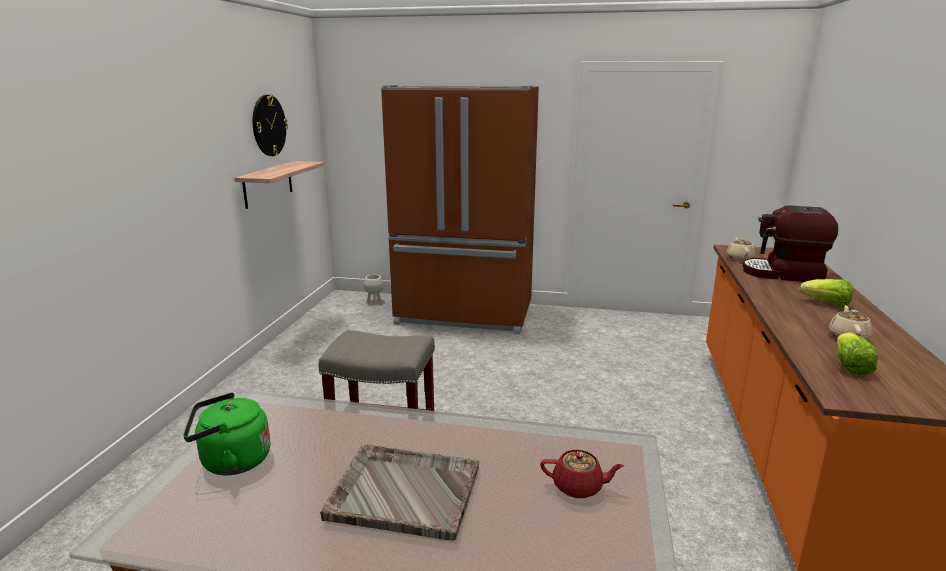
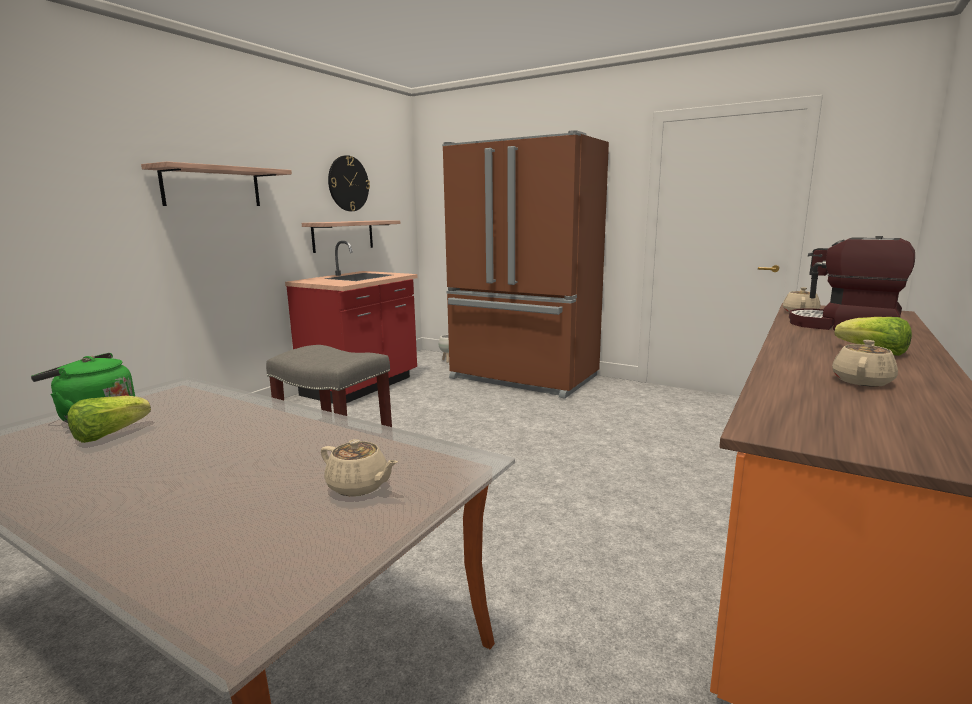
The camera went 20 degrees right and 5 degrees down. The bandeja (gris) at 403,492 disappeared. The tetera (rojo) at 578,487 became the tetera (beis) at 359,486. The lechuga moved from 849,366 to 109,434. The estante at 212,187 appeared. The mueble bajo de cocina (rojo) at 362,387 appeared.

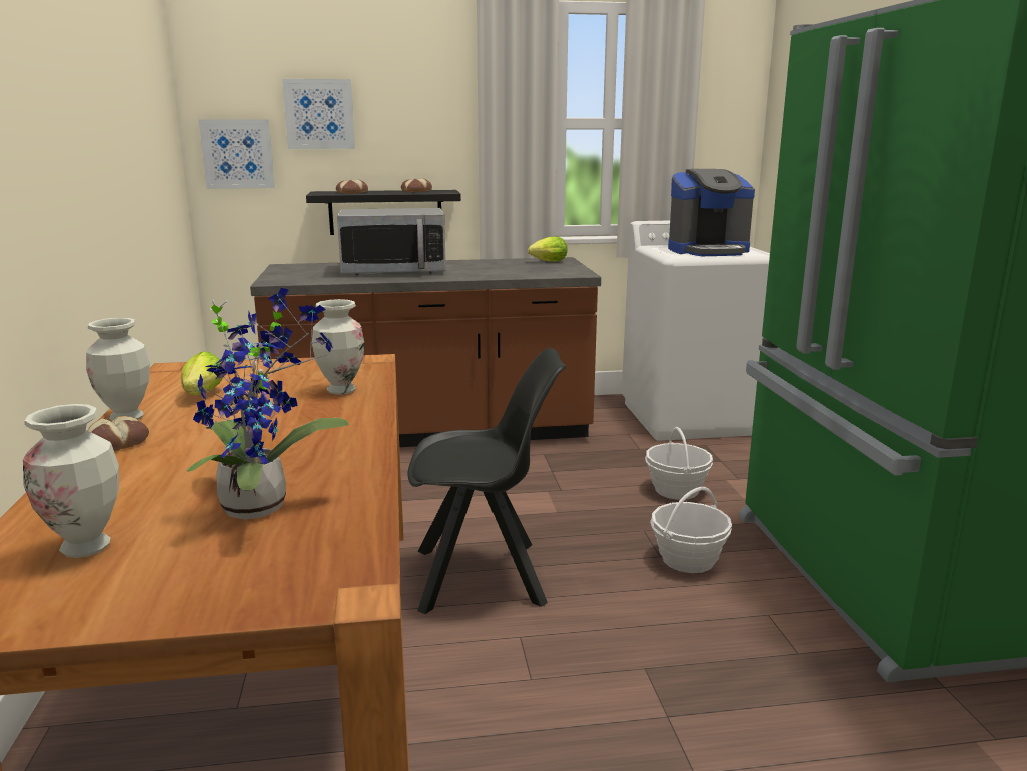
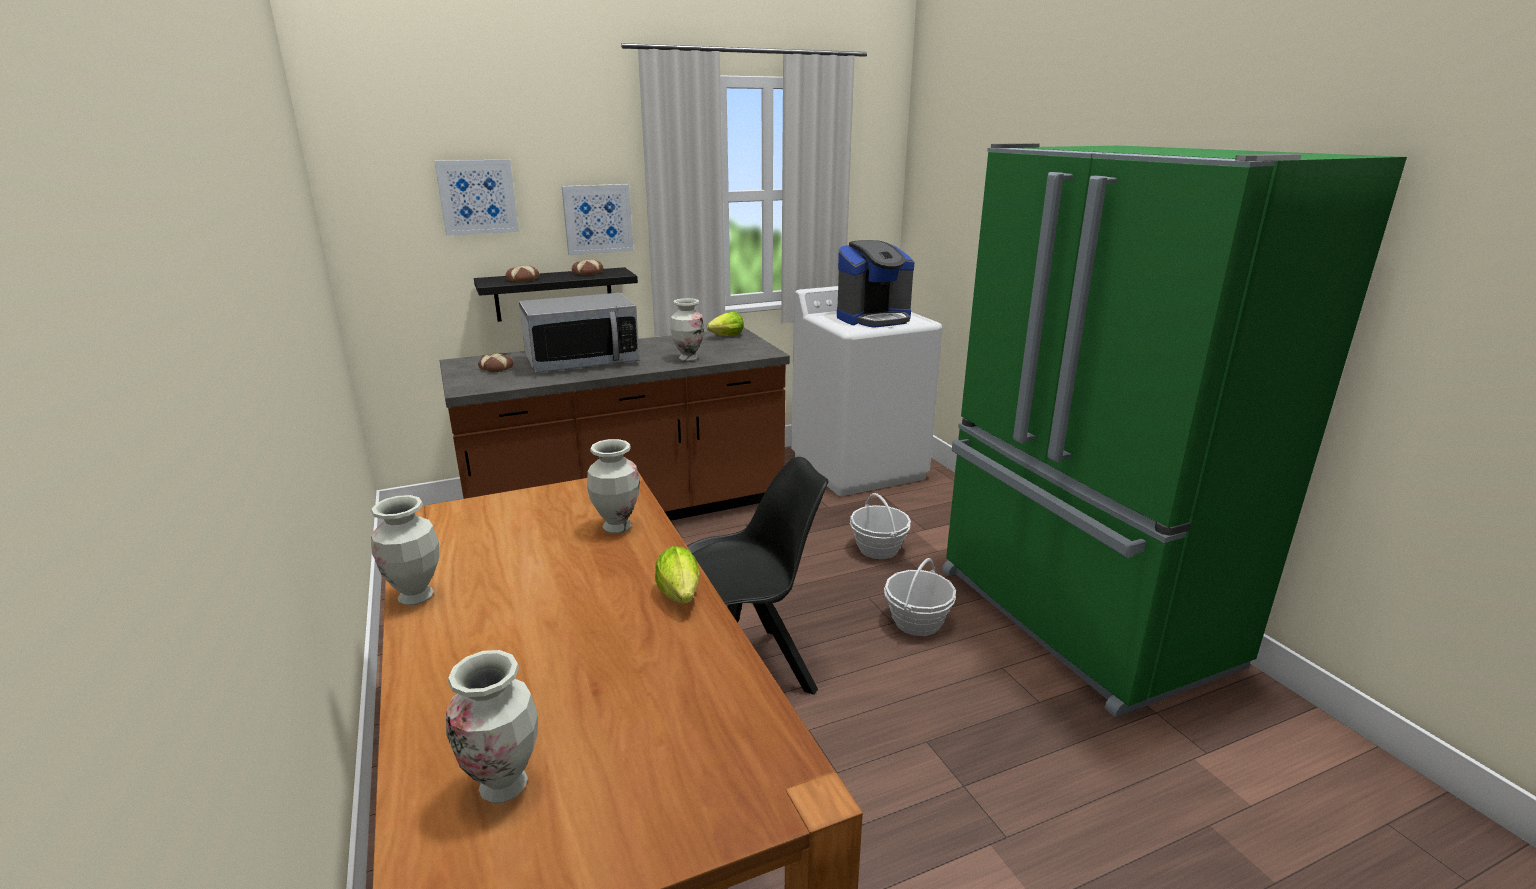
The camera went 15 degrees left and 5 degrees up. The pan moved from 119,442 to 496,368. The lechuga moved from 202,395 to 680,597. The planta en maceta at 262,504 disappeared. The cuadro moved from 237,154 to 597,219. The florero at 688,359 appeared.

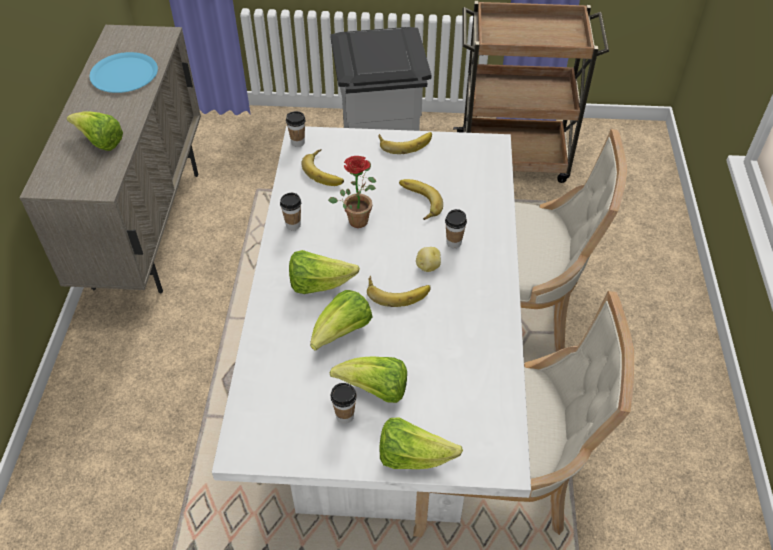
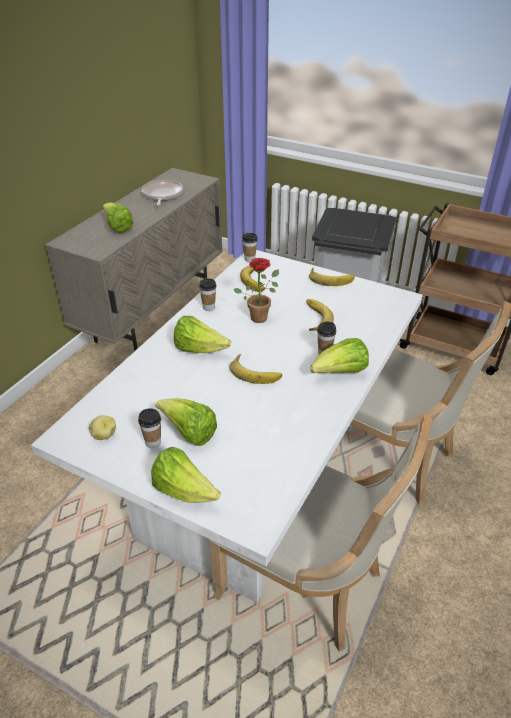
The camera went 25 degrees right and 10 degrees down. The plato (azul) at 124,74 was replaced by the sartén at 162,195. The lechuga moved from 342,333 to 340,373. The patata moved from 427,266 to 103,435.

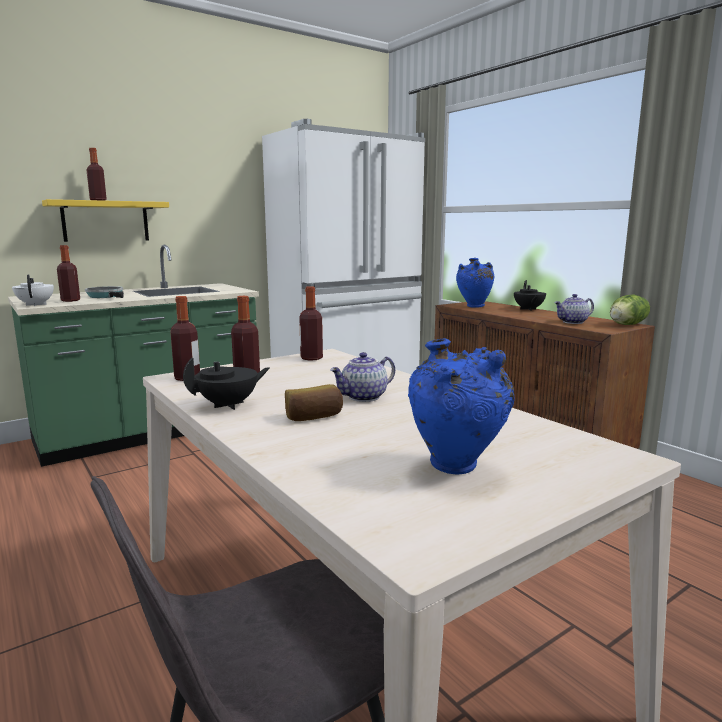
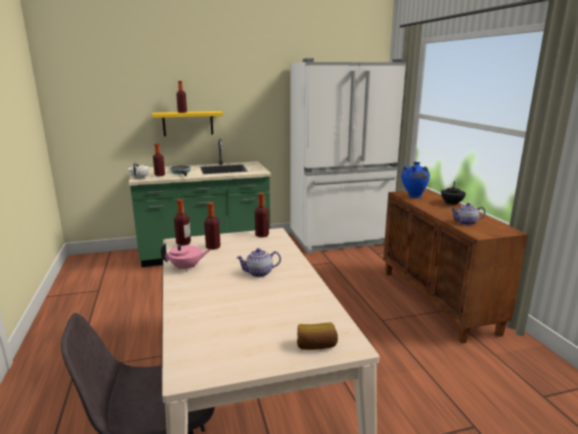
The camera went 20 degrees right and 5 degrees up. The tetera (negro) at 229,405 became the tetera (rosa) at 186,268. The pan moved from 313,417 to 316,346. The florero (azul) at 456,468 disappeared. The lechuga at 627,325 disappeared.

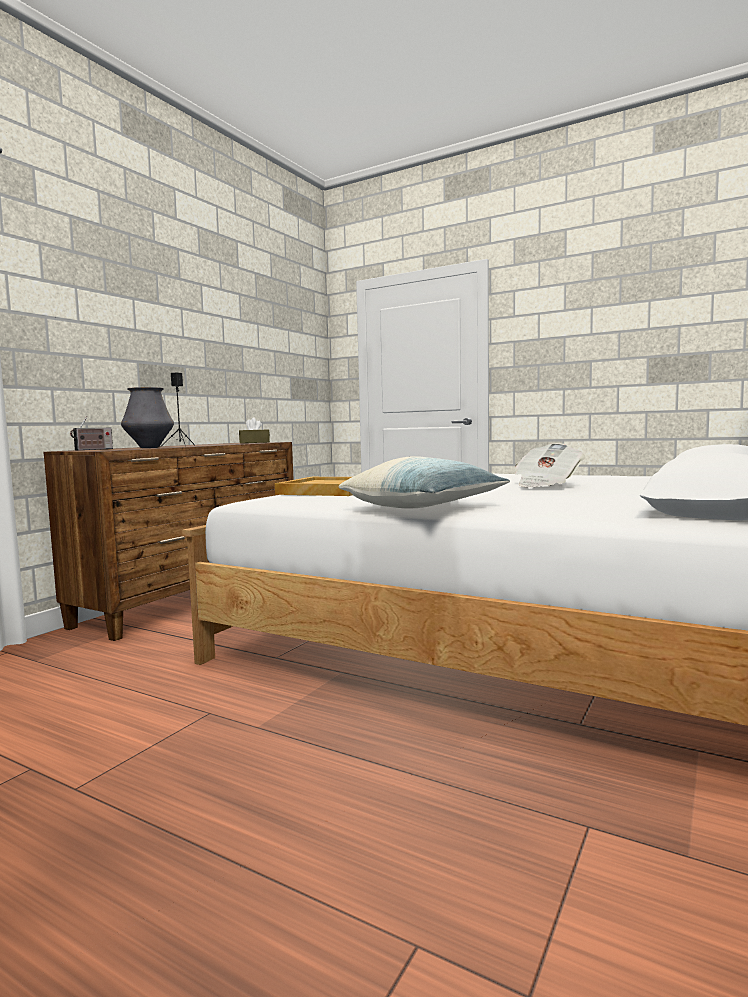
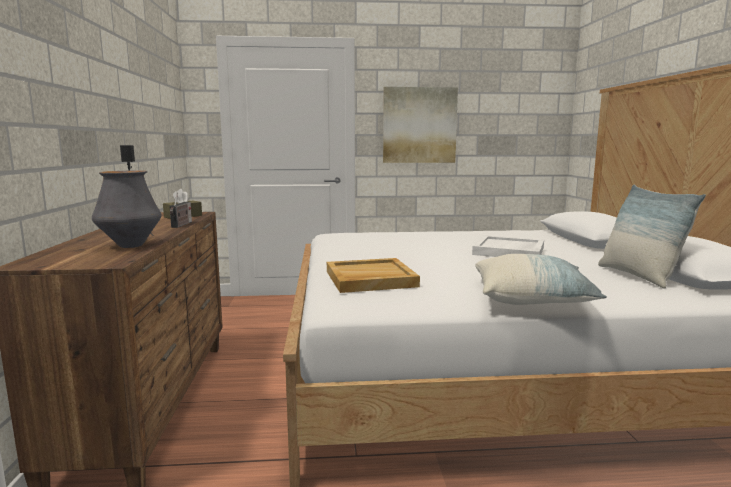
The camera went 35 degrees left and 5 degrees up. The radio moved from 92,449 to 181,225. The periódico at 546,484 was replaced by the bandeja (blanco) at 509,251. The cuadro at 419,125 appeared. The cojín at 638,276 appeared.

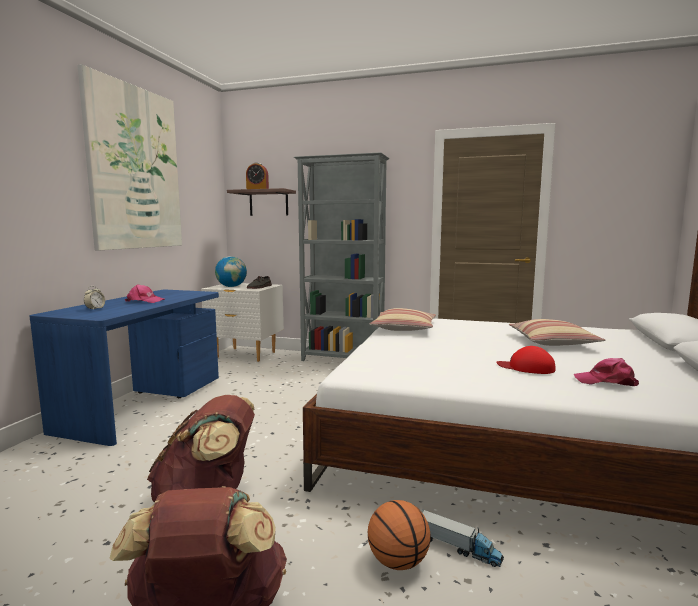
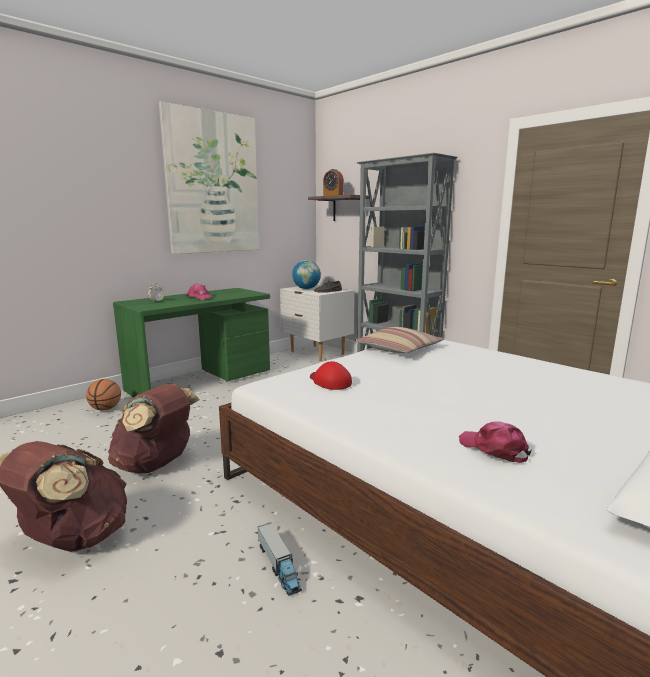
The camera went 30 degrees right and 5 degrees up. The escritorio (azul) at 145,404 became the escritorio (verde) at 201,381. The balón de baloncesto moved from 398,561 to 105,409. The gorra (rojo) moved from 526,367 to 329,381. The cojín at 552,342 disappeared.

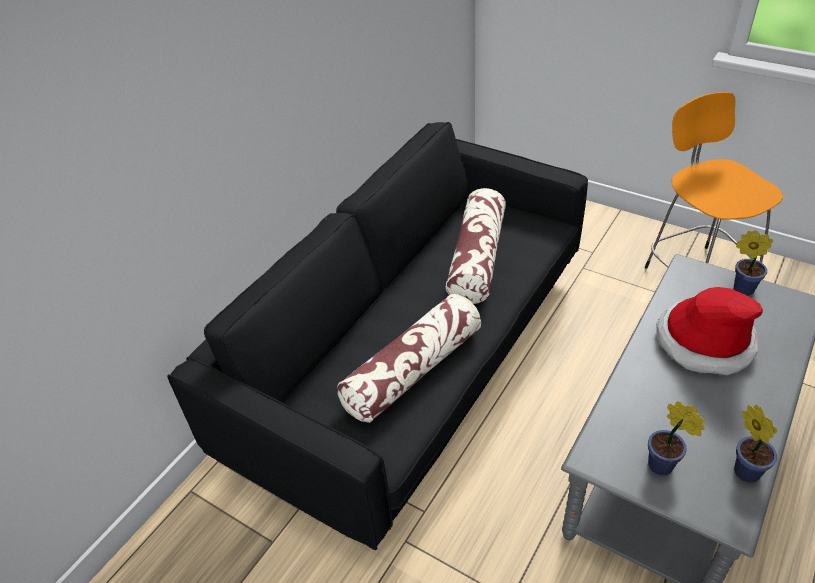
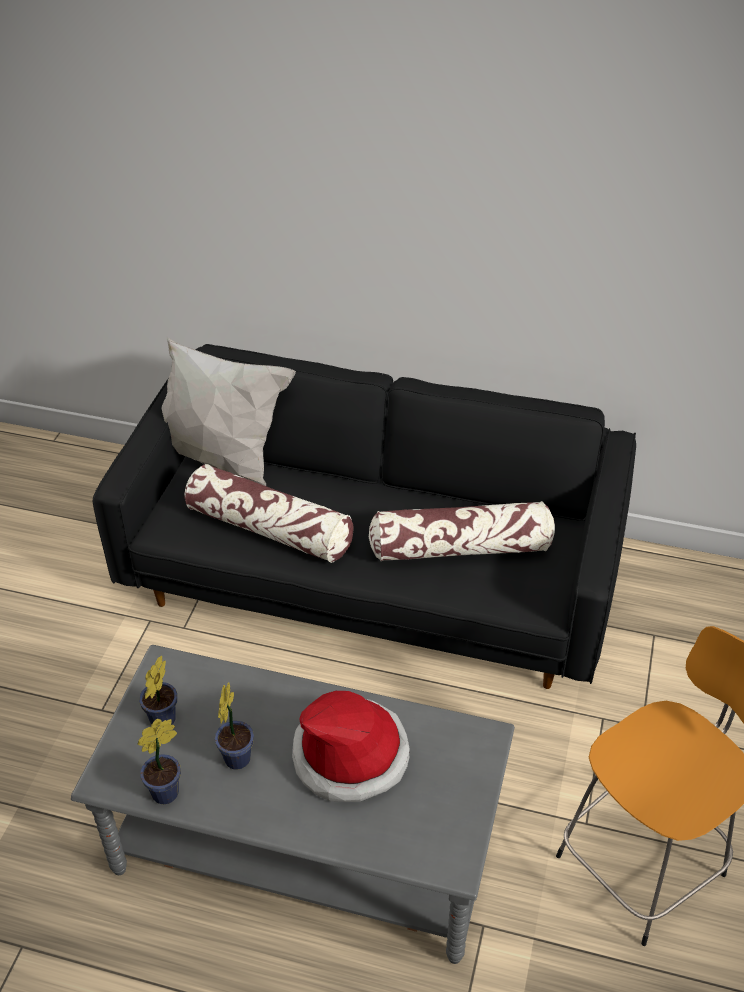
The camera went 70 degrees right and 0 degrees up. The planta en maceta moved from 740,288 to 238,755. The cojín (blanco) at 220,460 appeared.

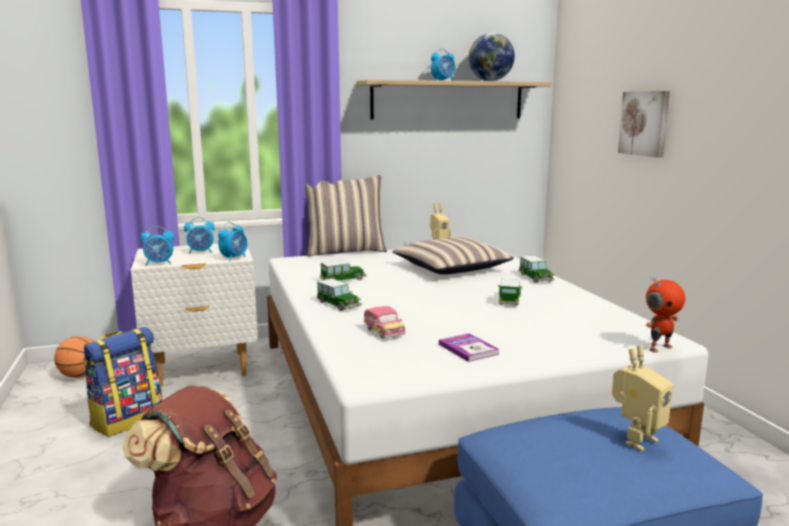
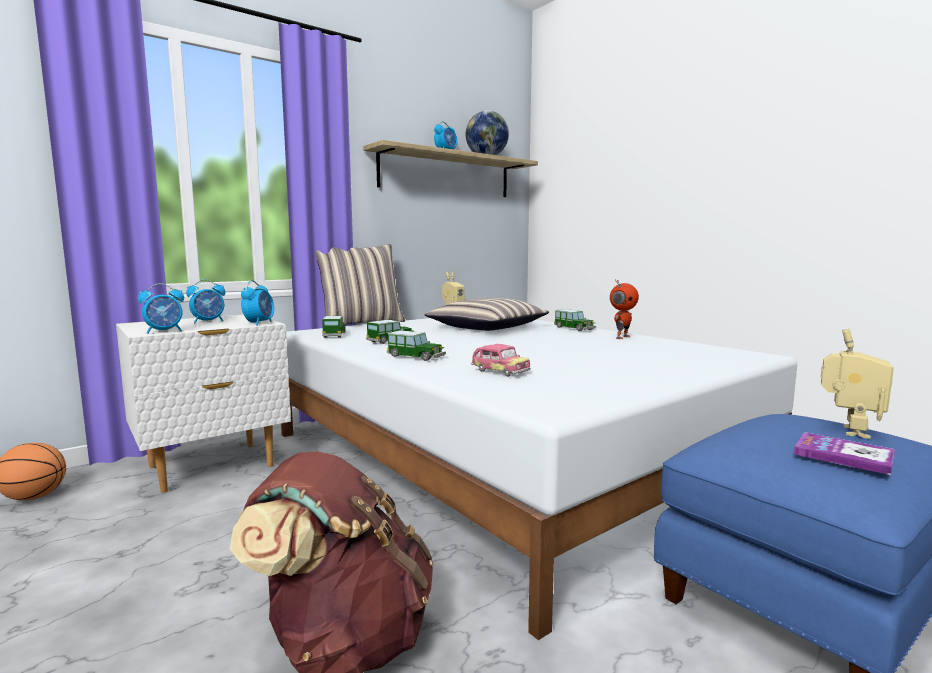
The camera went 20 degrees left and 5 degrees down. The mochila at 127,419 disappeared. The libro moved from 468,349 to 843,455. The coche de juguete moved from 509,299 to 334,335. The cuadro at 644,123 disappeared. The robot de juguete moved from 659,348 to 621,337.

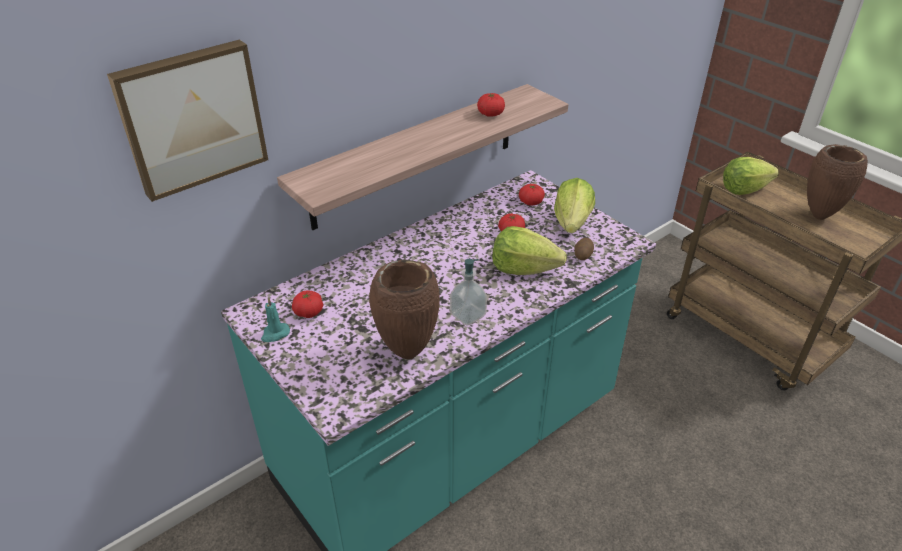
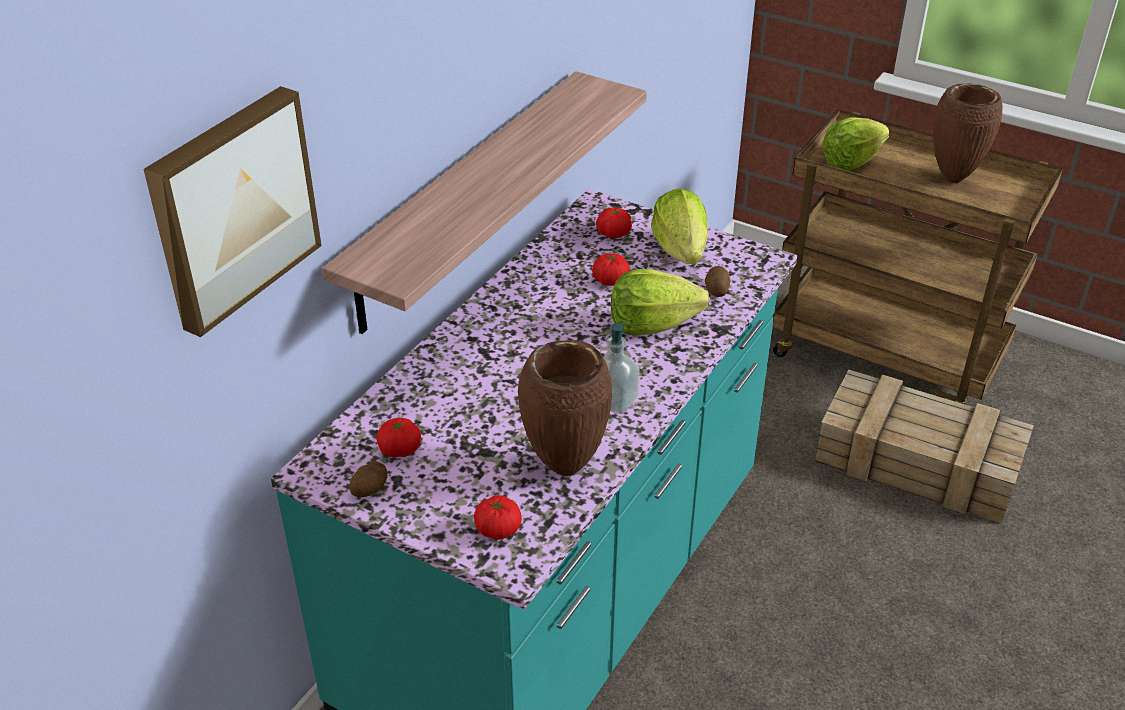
The camera went 20 degrees left and 0 degrees up. The vela (turquesa) at 275,334 was replaced by the patata at 370,489. The tomate moved from 490,114 to 498,529. The caja de embalaje at 920,463 appeared.

